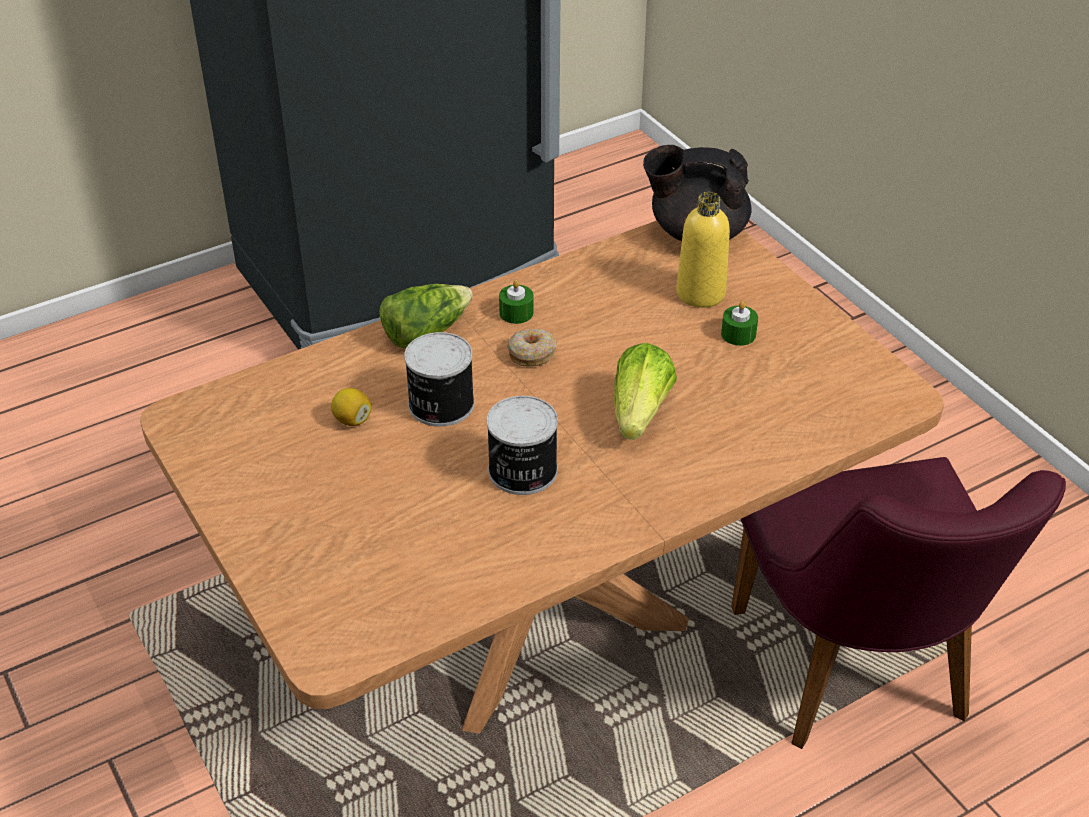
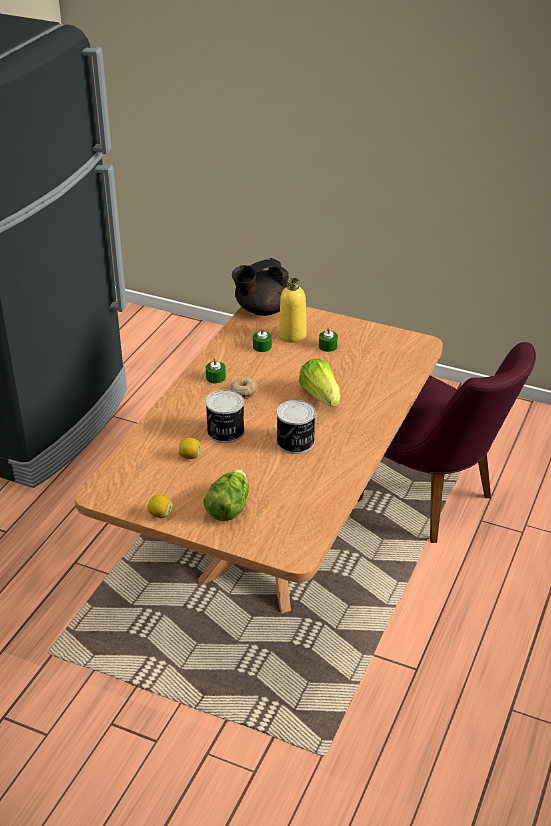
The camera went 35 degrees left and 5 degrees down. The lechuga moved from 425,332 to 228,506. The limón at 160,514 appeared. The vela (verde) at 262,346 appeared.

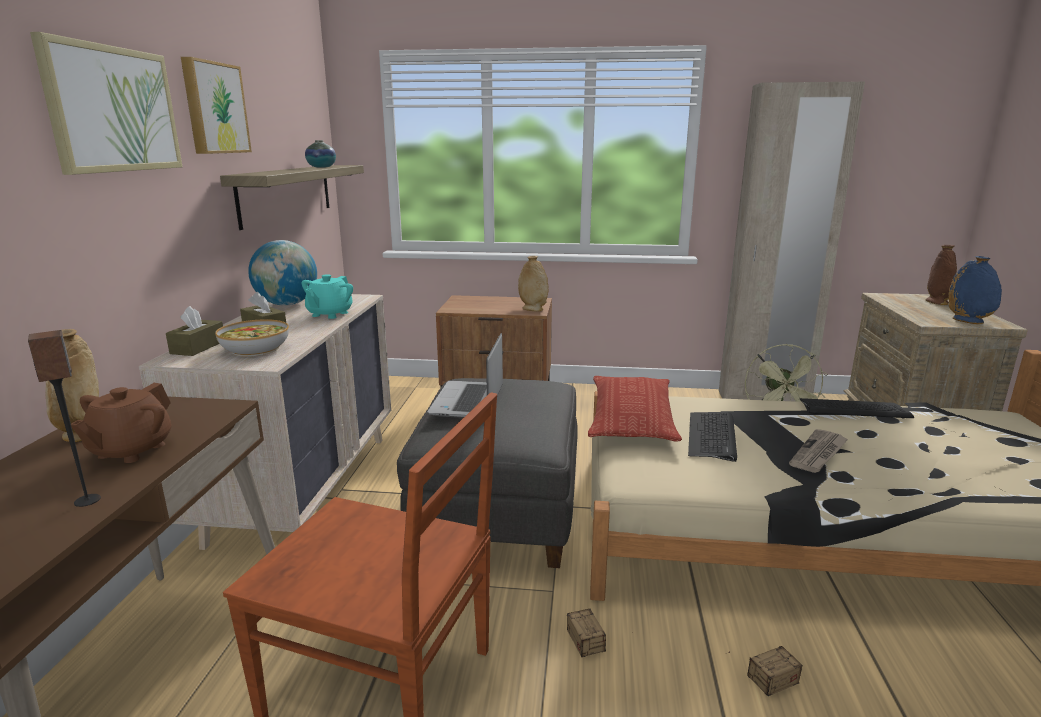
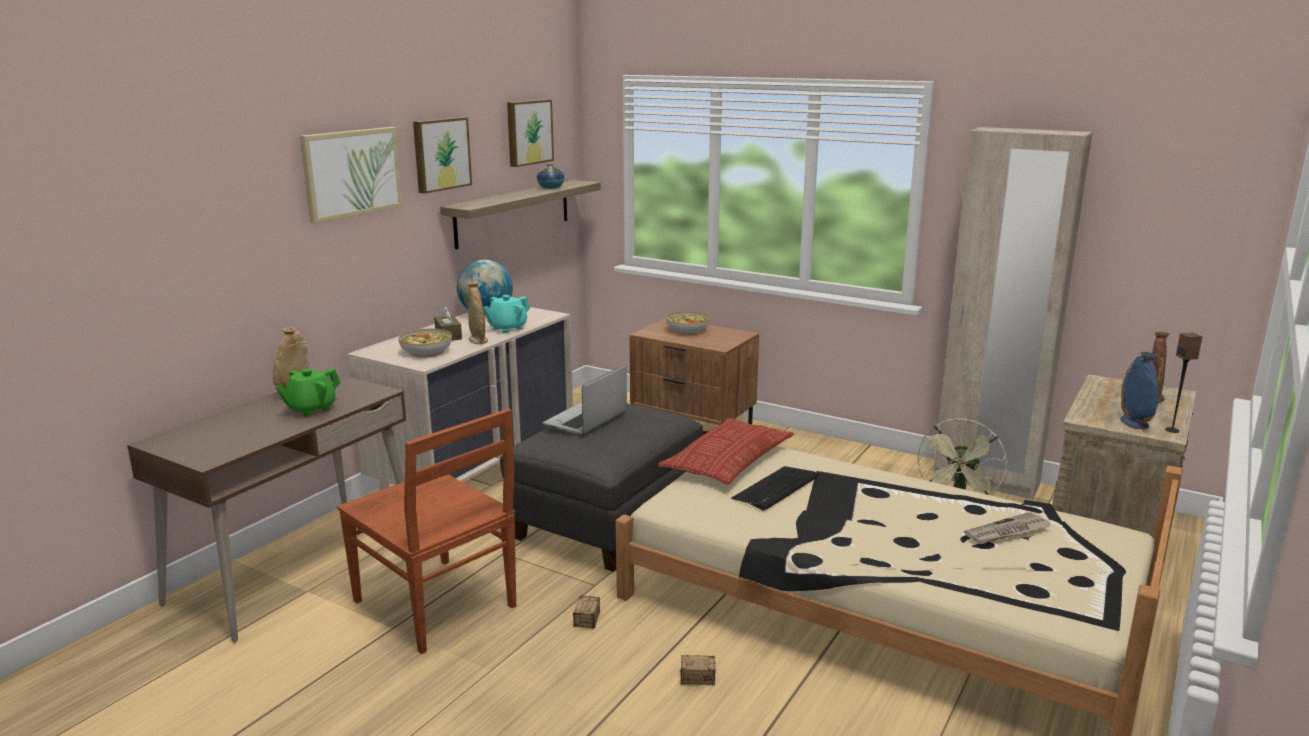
The camera went 25 degrees right and 0 degrees up. The altavoz moved from 88,500 to 1172,430. The tetera (marrón) at 131,450 became the tetera (verde) at 311,409. The caja de pañuelos (marrón) at 198,347 disappeared. The florero (beis) moved from 532,309 to 478,341. The periódico moved from 819,453 to 1007,532. The teclado at 853,410 disappeared. The cuadro at 528,132 appeared. The cuenco at 687,330 appeared.

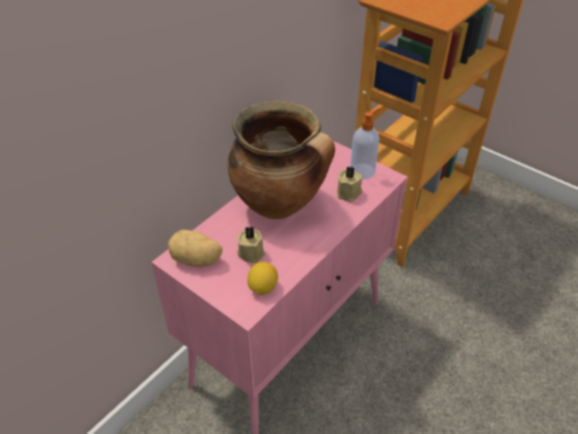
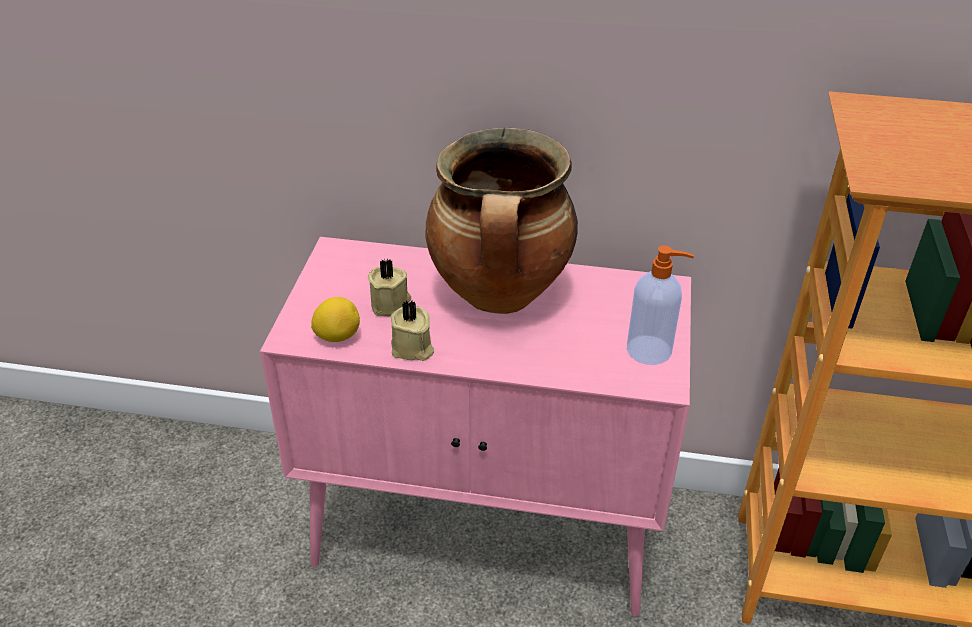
The camera went 60 degrees right and 5 degrees down. The patata at 196,260 disappeared. The vela (beis) moved from 349,193 to 412,349.

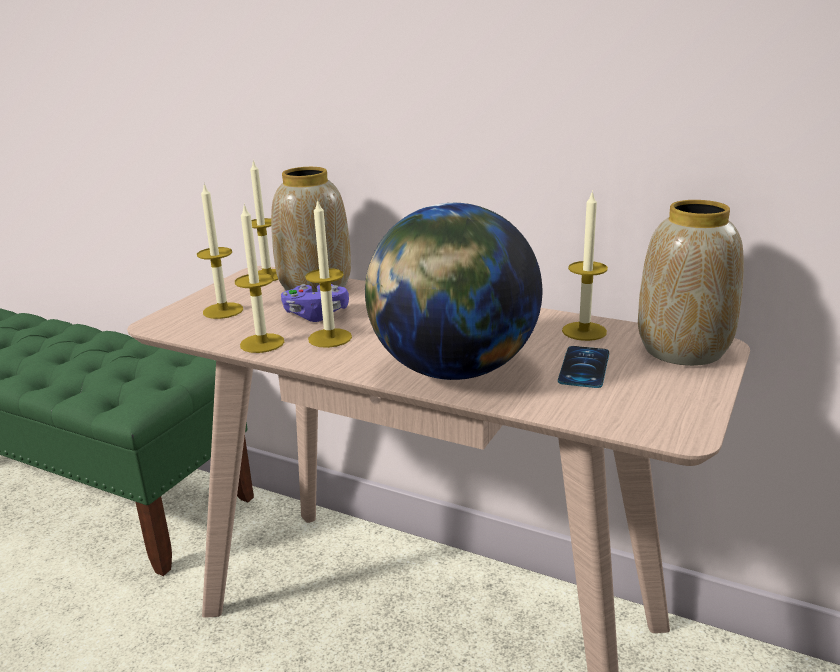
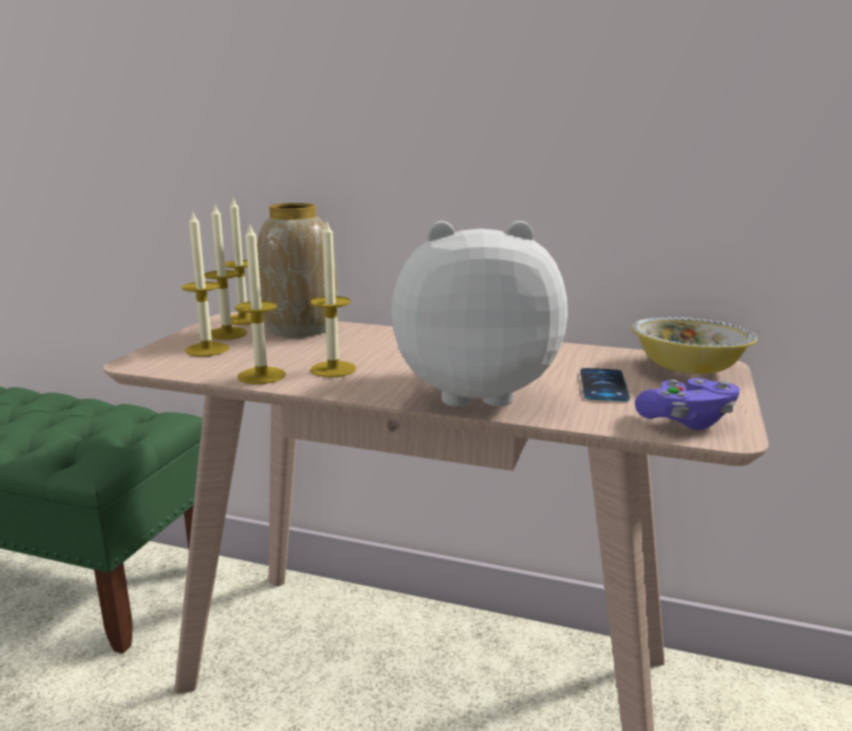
The camera went 10 degrees left and 5 degrees down. The mando de consola (morado) moved from 316,315 to 686,421. The globo terráqueo at 453,370 was replaced by the peluche at 475,392. The vela moved from 584,331 to 227,333. The florero at 682,350 was replaced by the cuenco at 688,369.

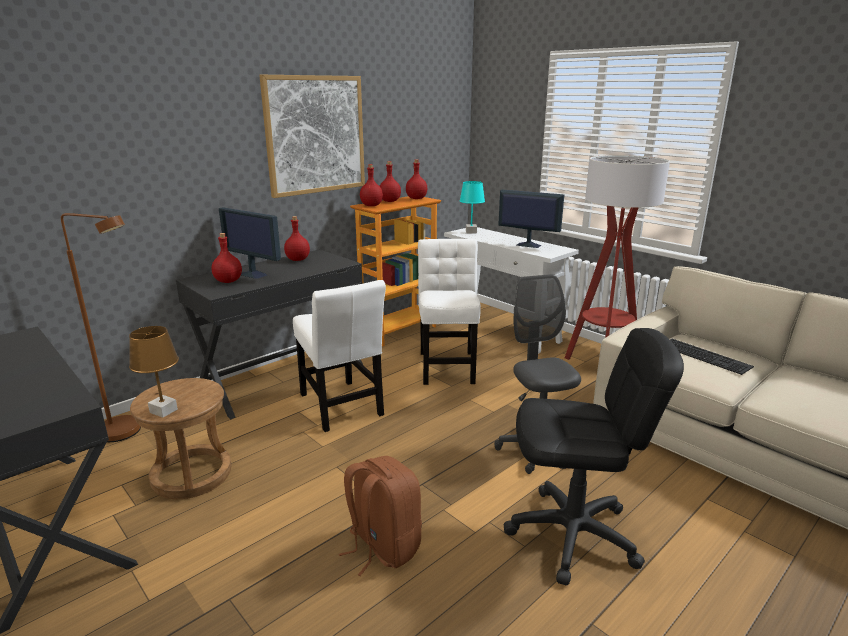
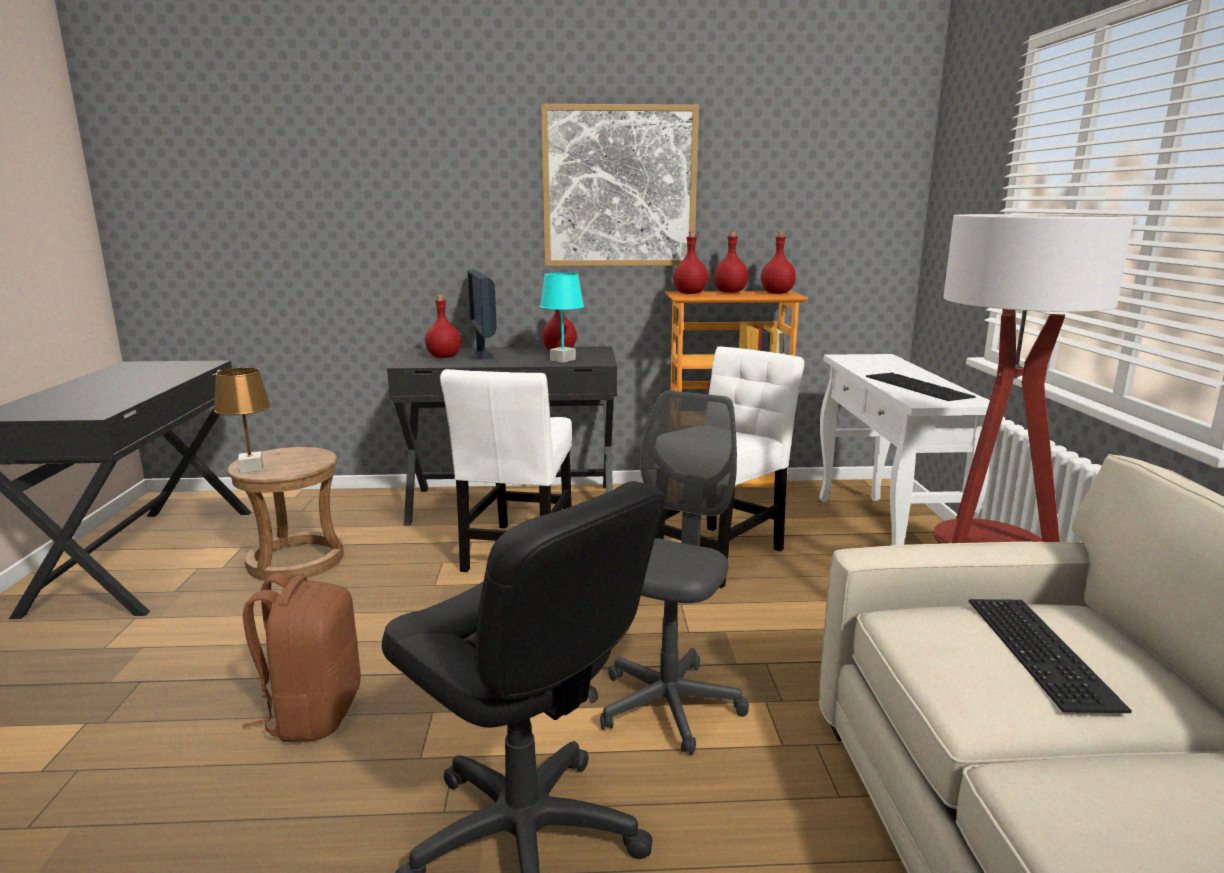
The camera went 40 degrees right and 5 degrees down. The lámpara de pie (marrón) at 128,433 disappeared. The lámpara de mesa (turquesa) moved from 471,232 to 563,360. The monitor at 527,245 was replaced by the teclado at 920,386.

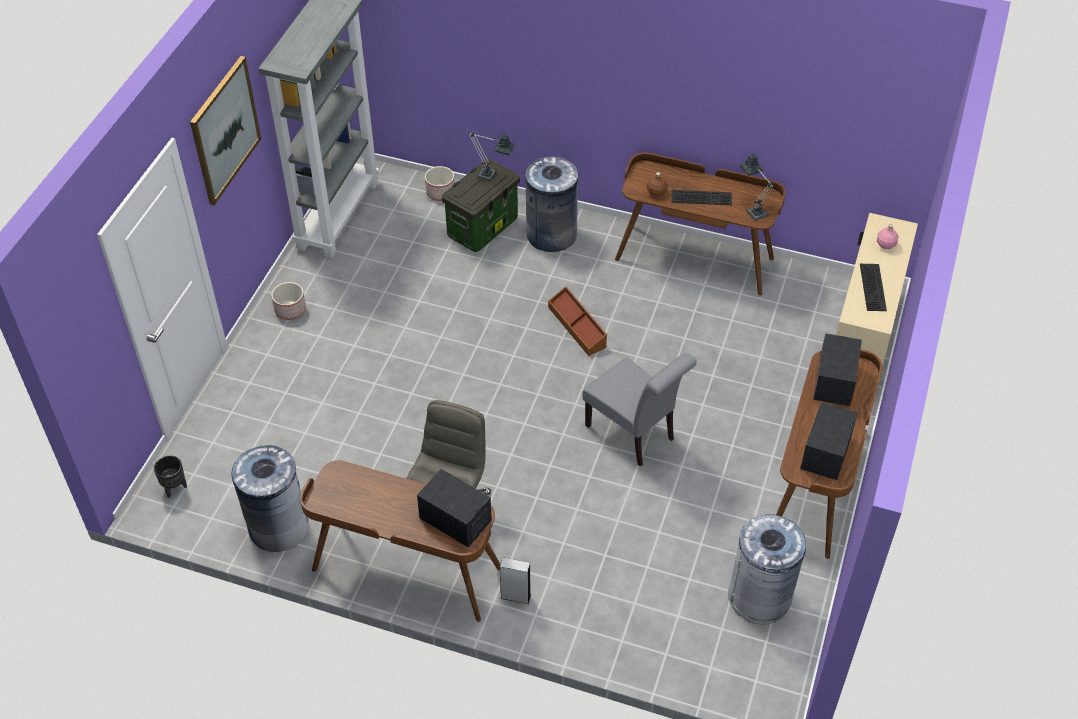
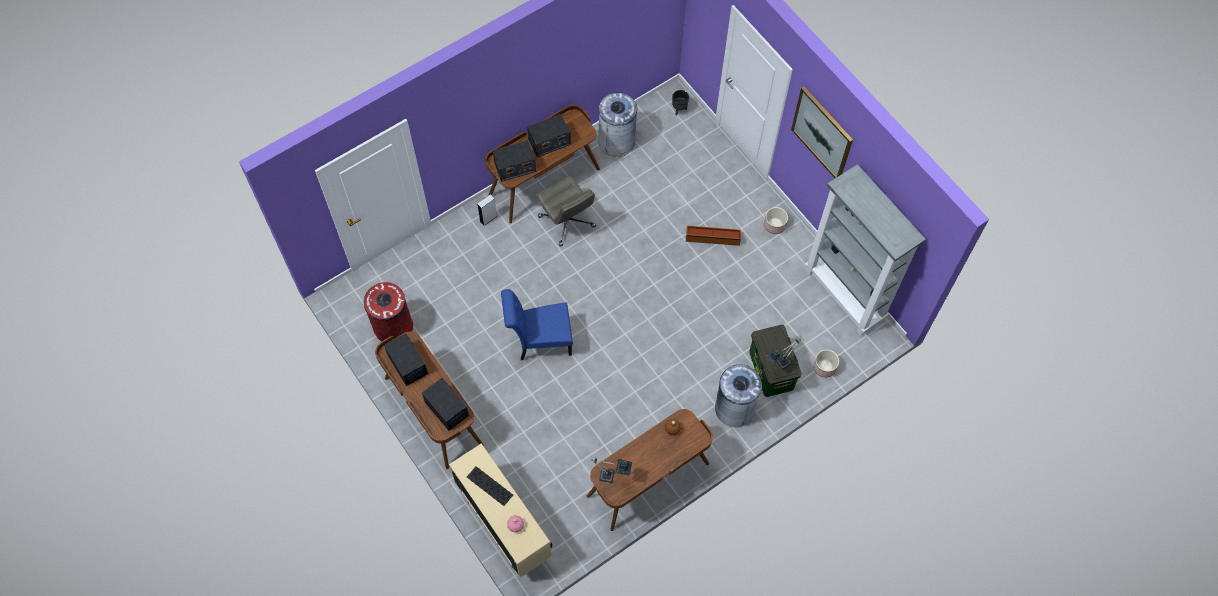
The camera went 125 degrees right and 15 degrees up. The caja de almacenaje (marrón) moved from 577,327 to 712,237. The silla (gris) at 634,435 became the silla (azul) at 539,342. The teclado at 702,197 disappeared. The papelera (gris) at 759,597 became the papelera (rojo) at 393,327. The radio at 549,142 appeared.

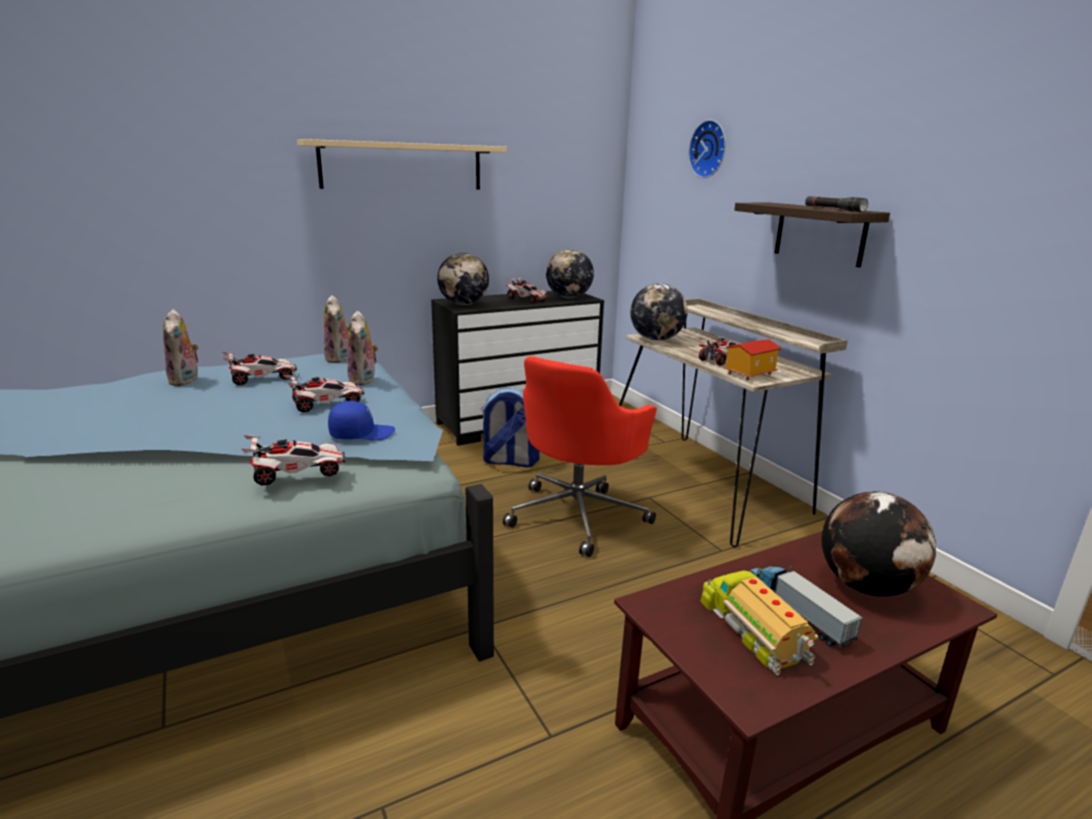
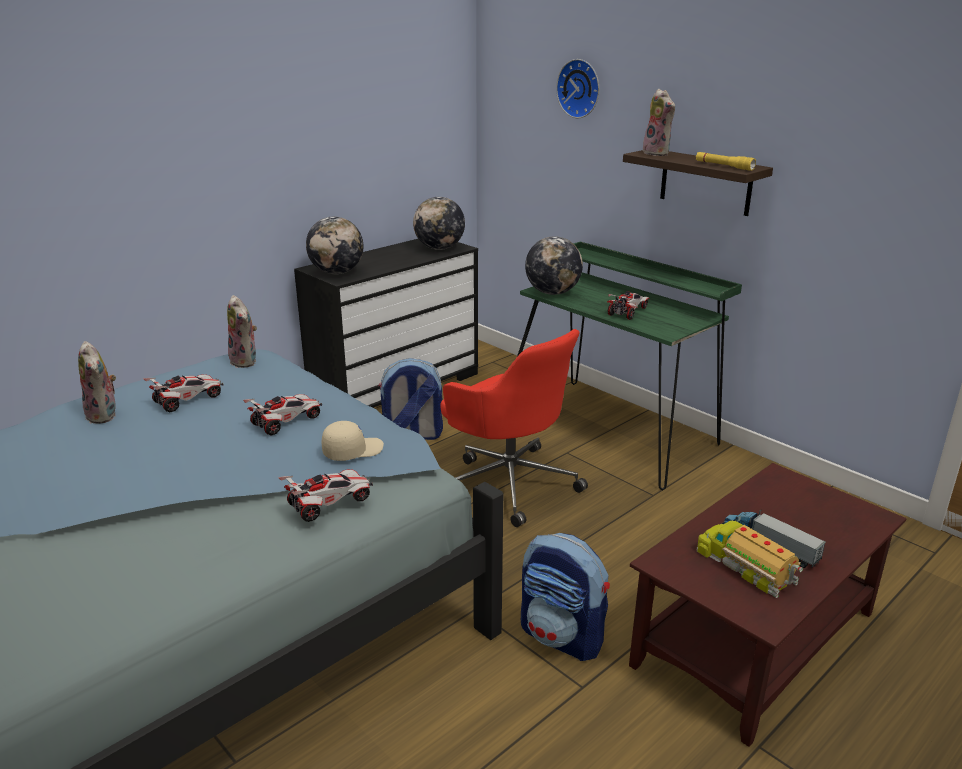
The camera went 15 degrees left and 5 degrees up. The estante (beis) at 402,166 disappeared. The gorra (azul) at 362,434 became the gorra (beis) at 352,451. The peluche moved from 364,381 to 658,153. The silla de oficina (rojo) at 578,514 turned 60 degrees counterclockwise. The coche de juguete at 527,299 disappeared. The escritorio (beis) at 705,482 became the escritorio (verde) at 612,428. The casita at 749,373 disappeared. The linterna (negro) at 833,209 became the linterna (amarillo) at 723,166. The globo terráqueo at 866,586 disappeared. The mochila at 562,636 appeared.

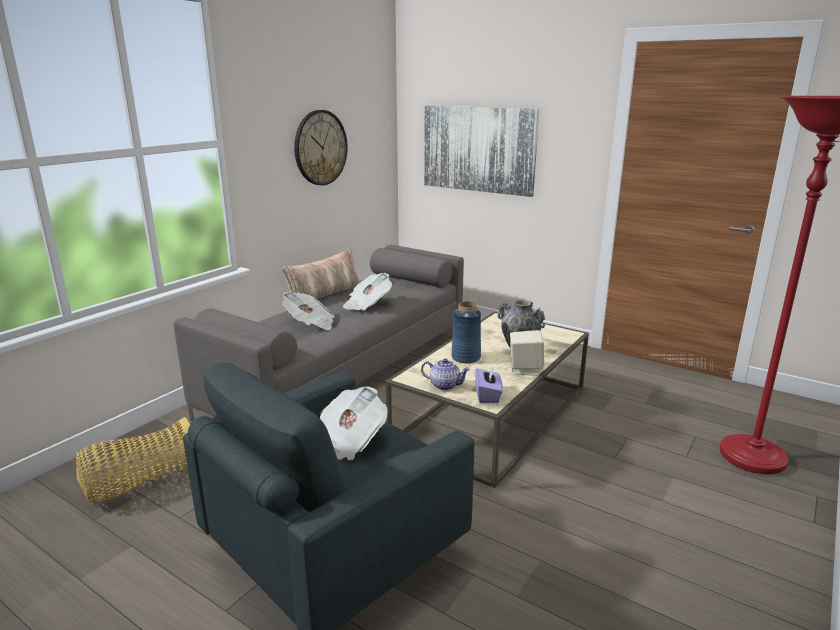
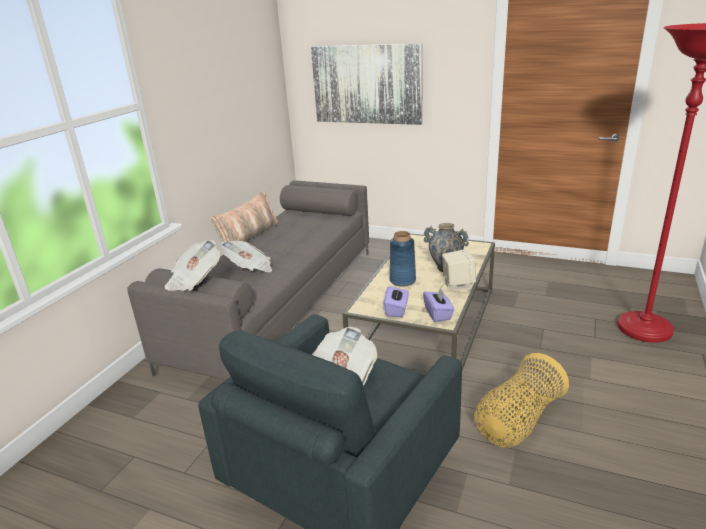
The camera went 10 degrees left and 5 degrees up. The cesta moved from 141,484 to 517,421. The reloj de pared at 320,148 disappeared. The periódico moved from 367,304 to 194,280. The tetera at 444,385 was replaced by the caja de pañuelos (morado) at 396,310.

